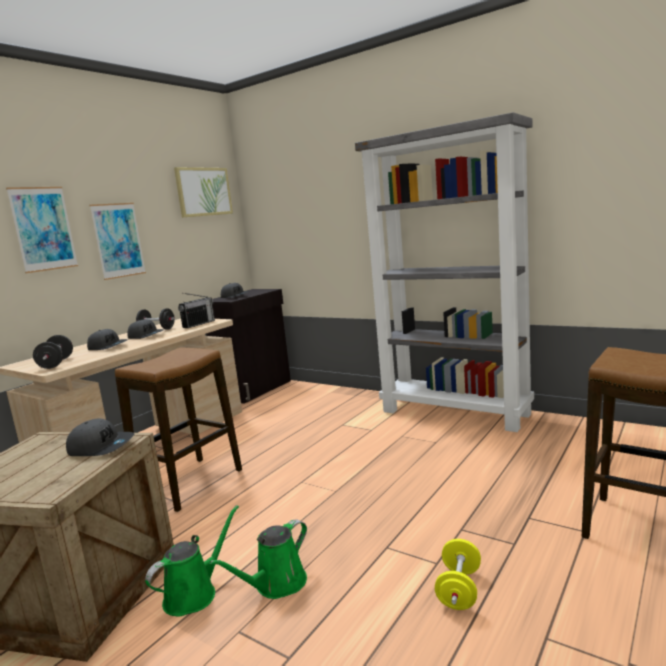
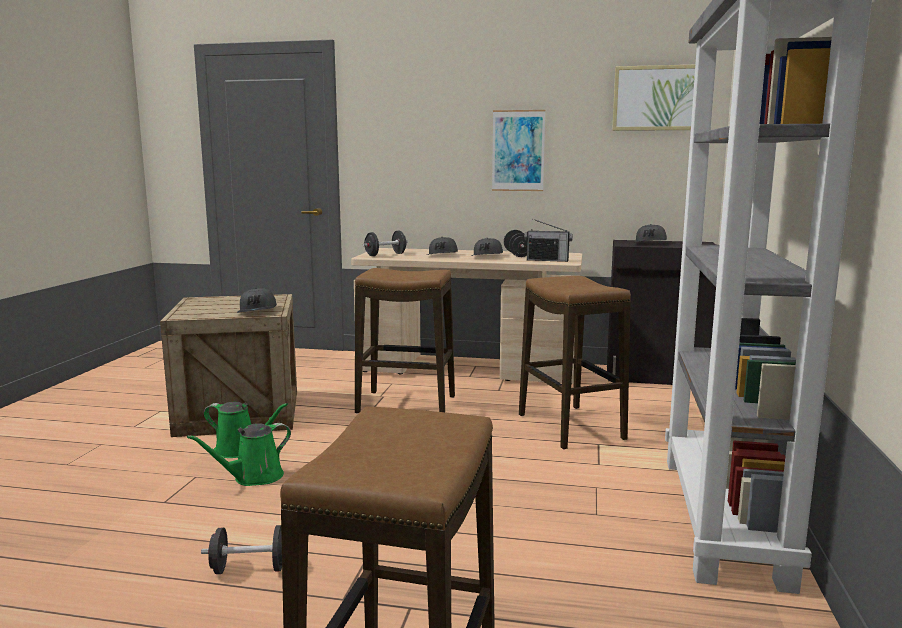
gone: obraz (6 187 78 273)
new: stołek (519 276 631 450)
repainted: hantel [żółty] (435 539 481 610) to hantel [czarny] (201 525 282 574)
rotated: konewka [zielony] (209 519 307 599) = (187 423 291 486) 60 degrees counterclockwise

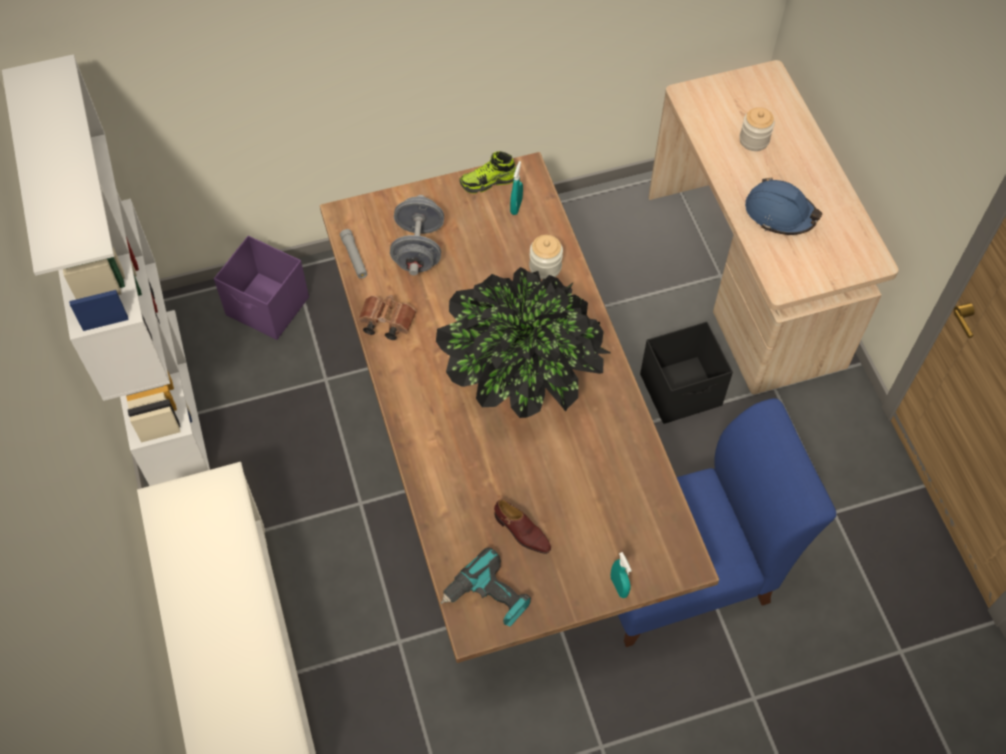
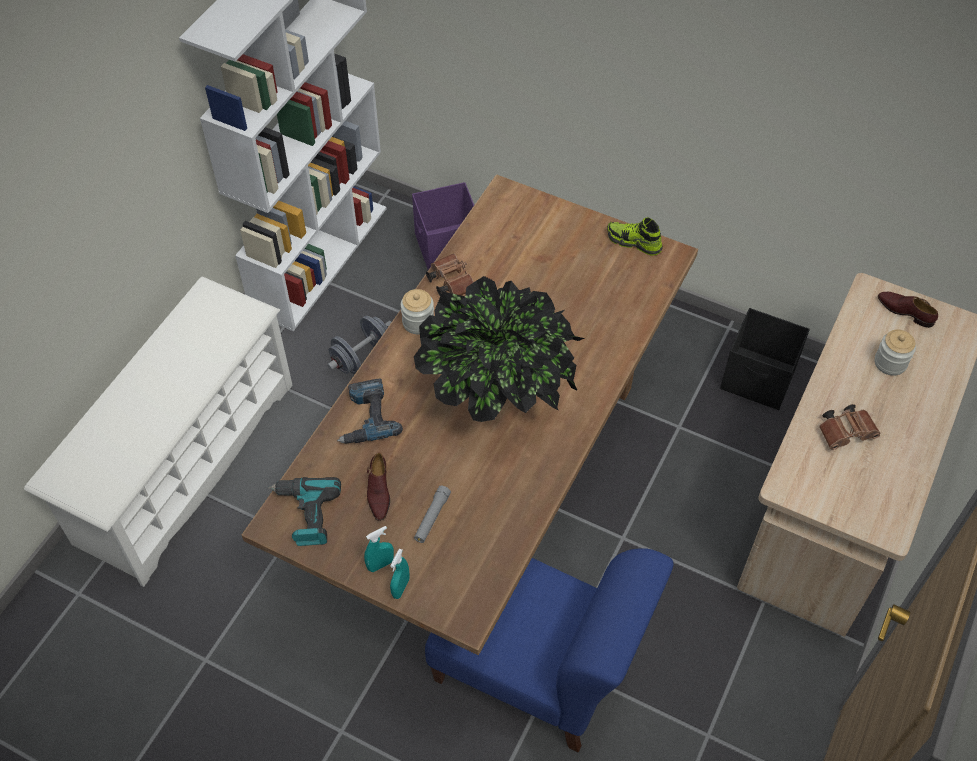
new: wiertarka (337 378 403 443); but [brązowy] (878 292 938 328)
shifted: latarka [szary] (340 229 367 279) to (414 486 451 543); hantel [szary] (390 195 444 275) to (327 316 391 375); spryskiwacz [turkusowy] (510 161 523 215) to (364 526 394 572); słoik (529 235 563 280) to (401 289 434 334); pojemnik do przechowywania [czarny] (640 322 733 424) to (720 308 810 410)
swapped: kask [niebieski] (745 177 823 235) to lornetka [brązowy] (819 404 880 450)

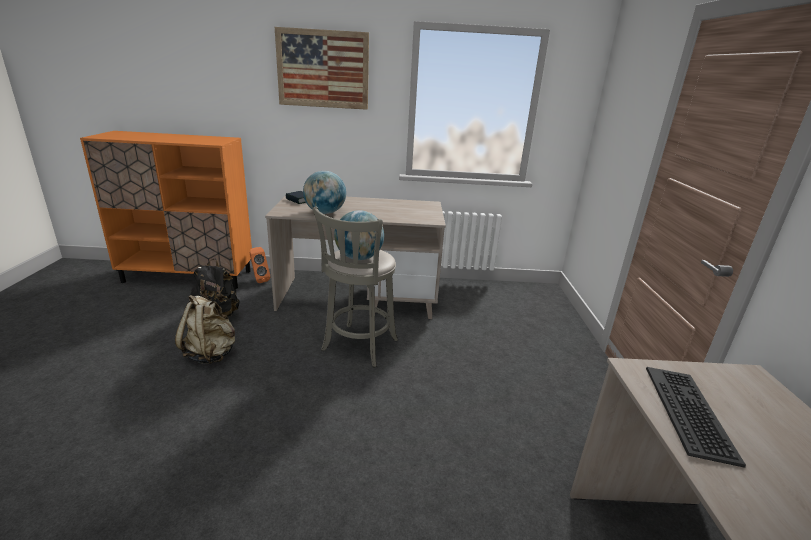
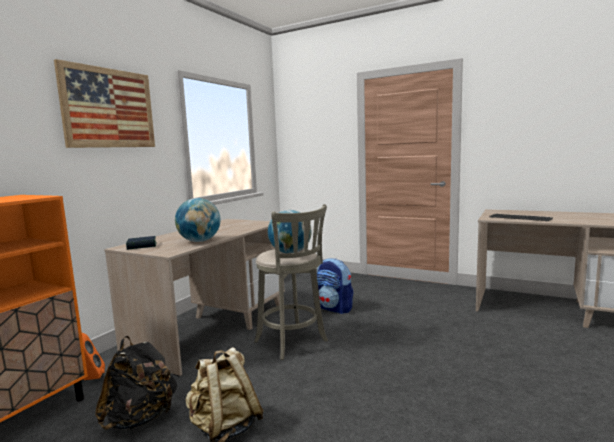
new: plecak (317 258 353 314)

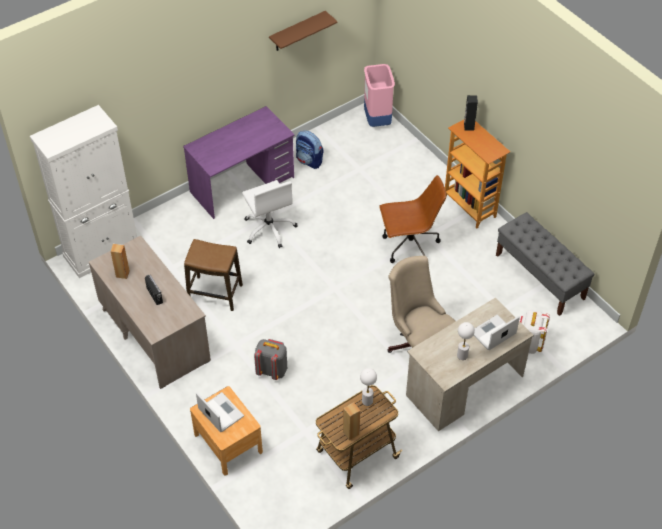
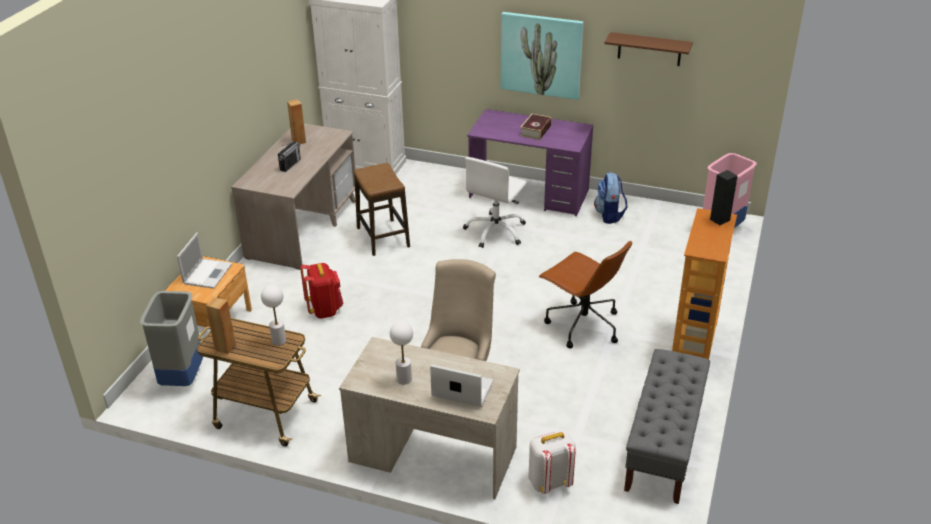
new: kosz na śmieci [szary] (140 291 203 386); obraz (501 12 583 100); książka (520 114 552 140)
repainted: plecak [szary] (254 339 287 380) to plecak [czerwony] (300 263 344 319)

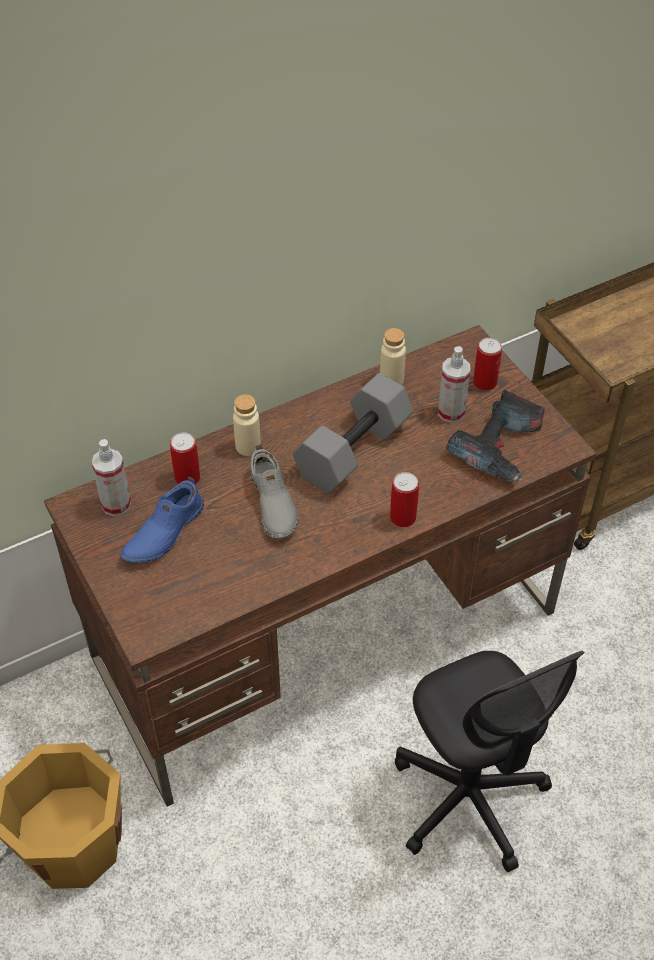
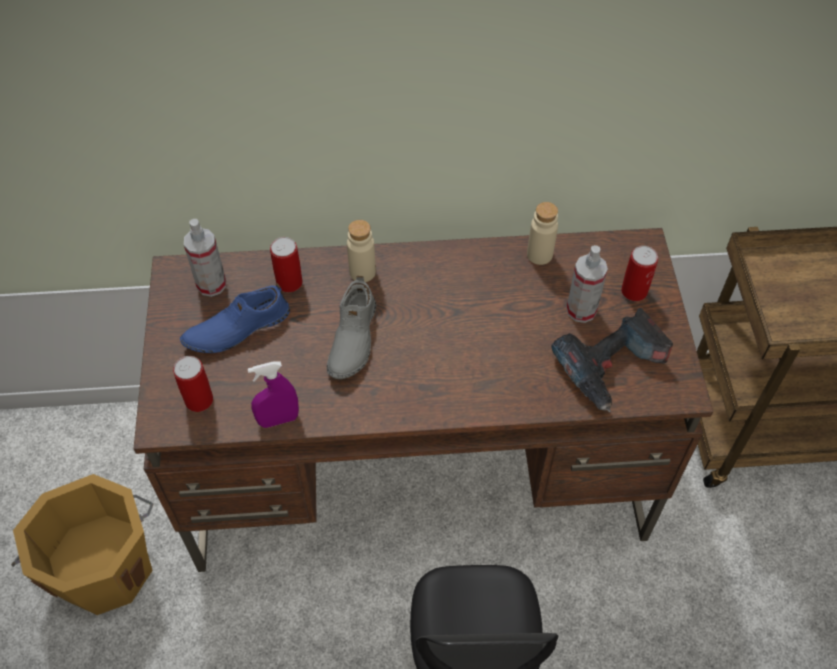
gone: hantel [szary] (293 373 414 494)
new: spryskiwacz [fioletowy] (248 361 299 428)
shifted: puszka (390 472 419 527) to (173 356 213 412)

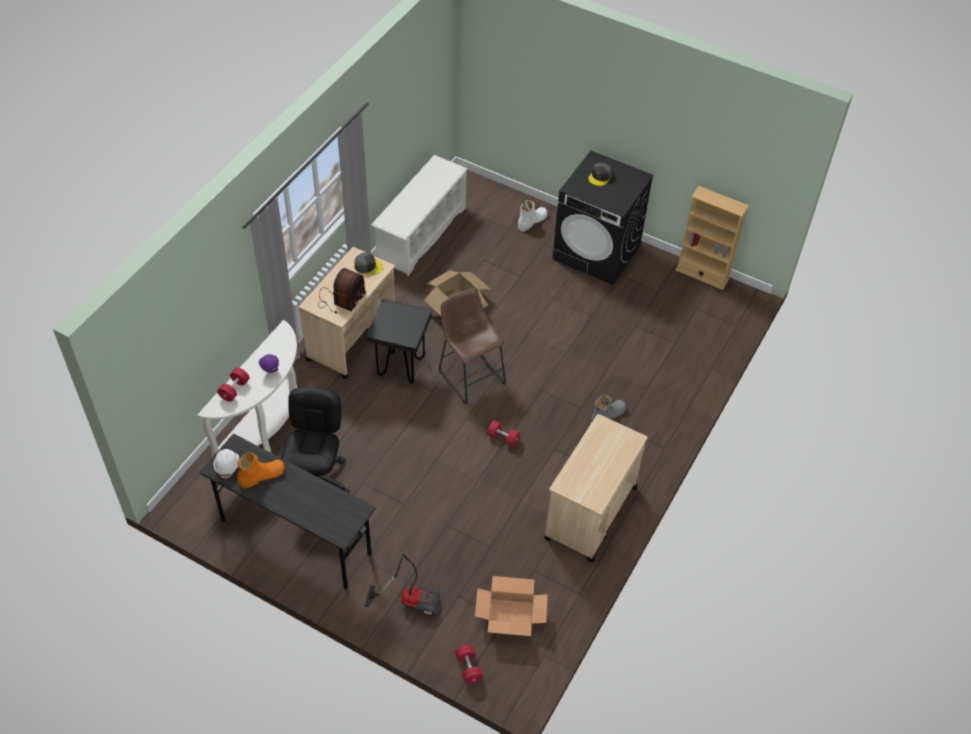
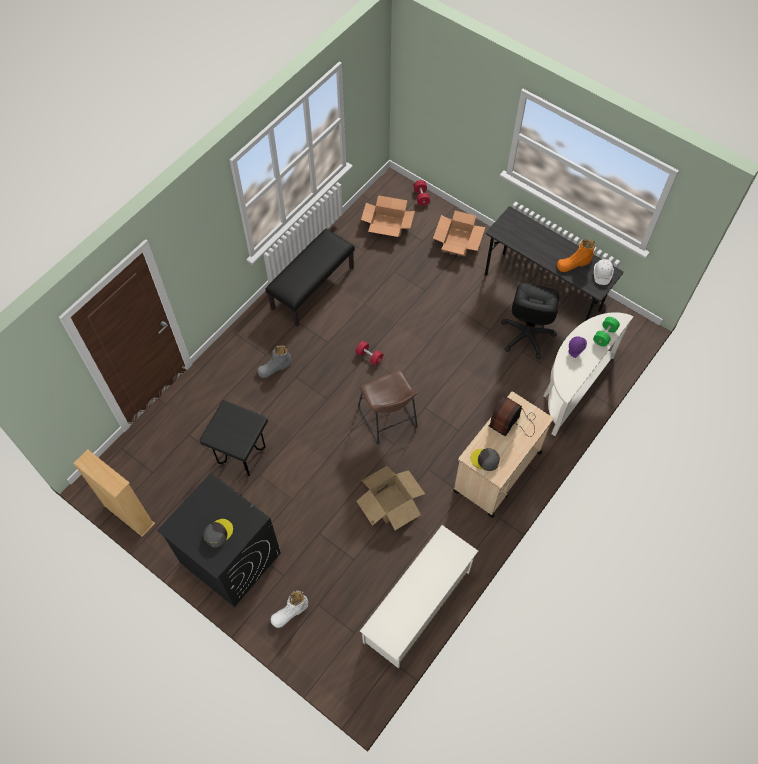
shifted: stołek [czarny] (366 299 432 383) to (200 400 268 476)
swapped: odkurzacz (364 554 439 616) to karton (433 211 485 256); wózek [beżowy] (544 414 647 562) to ławka [czarny] (266 229 355 326)
repainted: hantel [czerwony] (217 367 249 402) to hantel [zielony] (593 317 620 347)

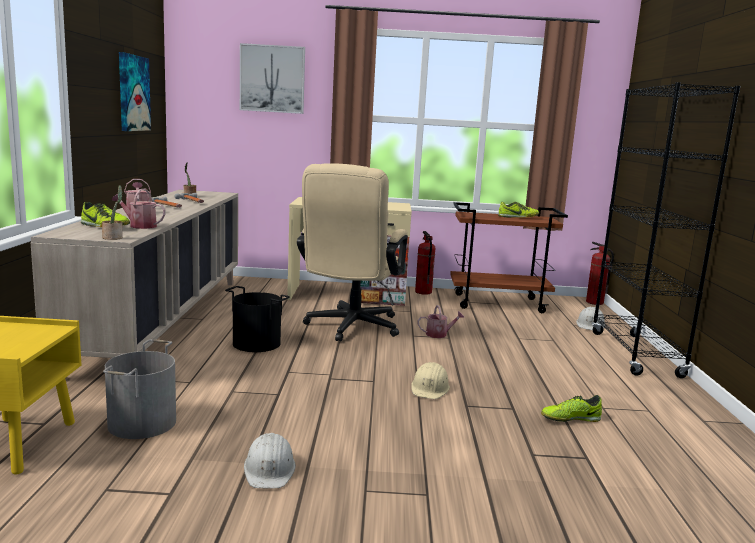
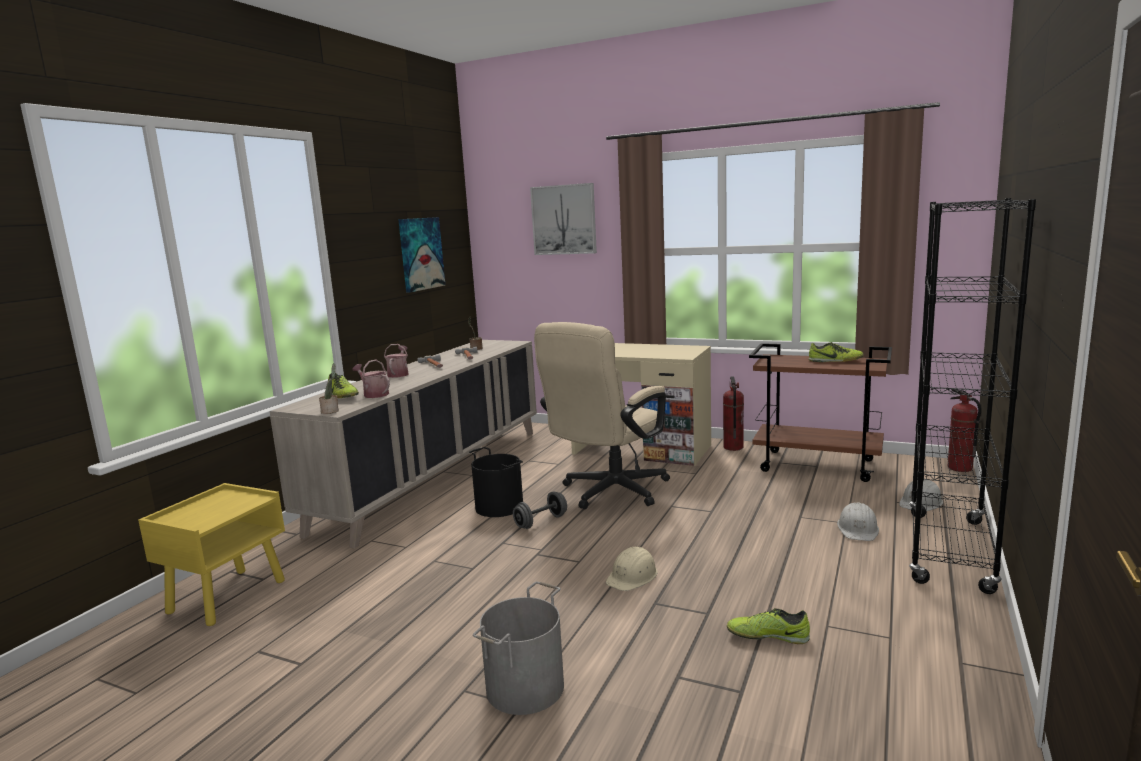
gone: konewka (418 305 465 338)
new: hantel [szary] (513 491 567 529)
shifted: wiadro [szary] (103 339 176 439) to (473 581 564 715); kask [biały] (244 433 296 489) to (837 502 879 541)

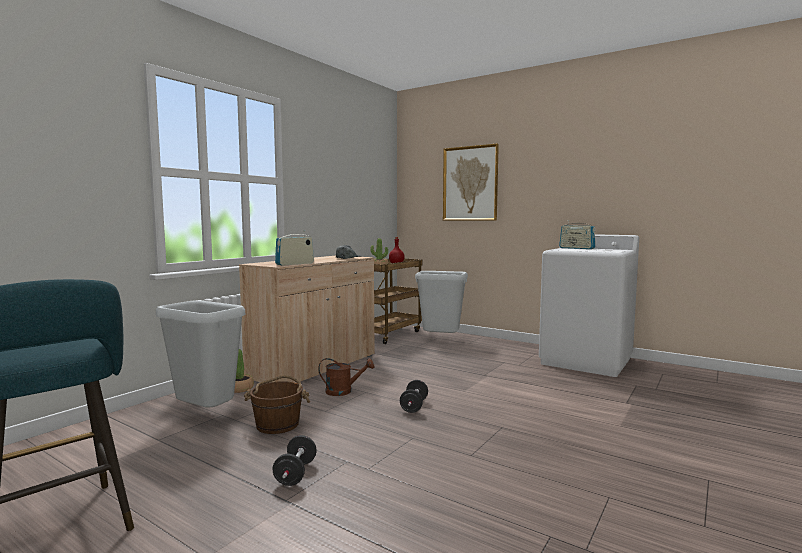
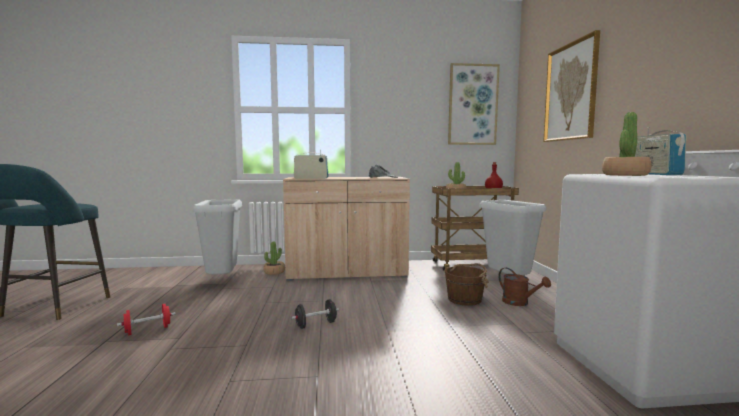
new: obraz (448 63 500 145); roślina doniczkowa (602 112 652 176)
shifted: wiadro [brązowy] (244 375 310 434) to (444 263 489 306); konewka [brązowy] (318 358 374 396) to (498 268 551 306)
repainted: hantel [czarny] (273 435 317 486) to hantel [czerwony] (117 304 176 336)

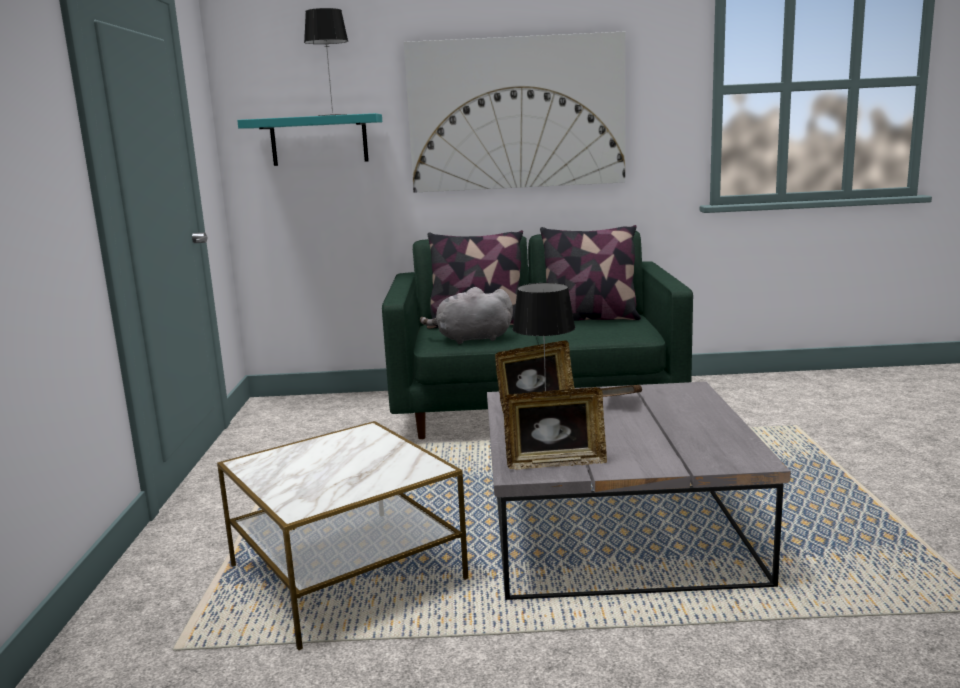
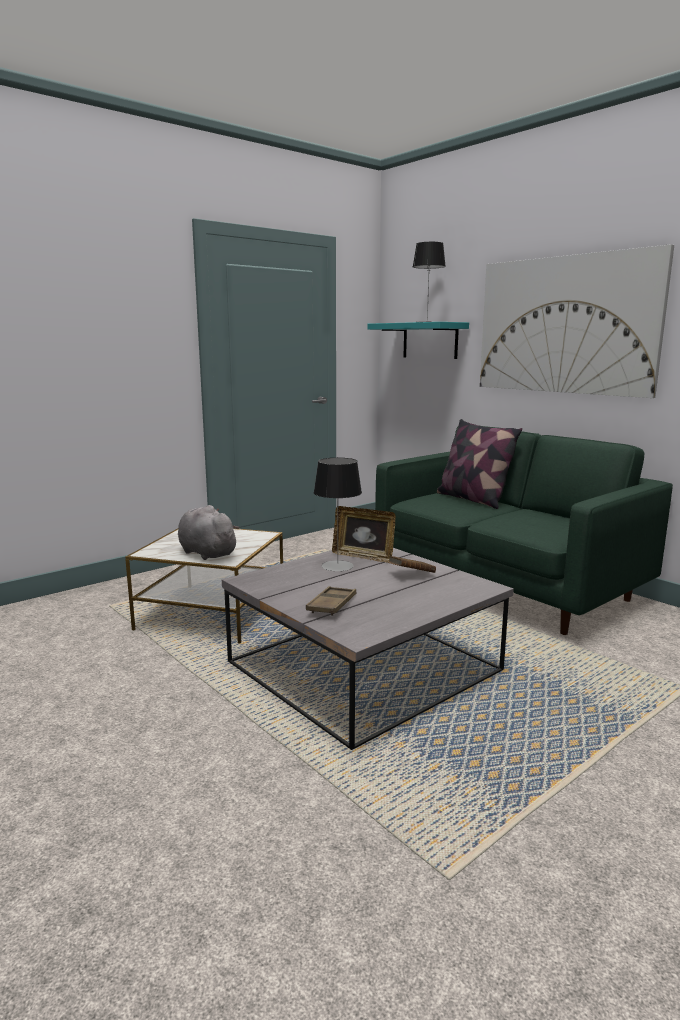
gone: ramka na zdjęcie (503 387 607 470); poduszka (540 225 641 321)
new: taca [brązowy] (306 586 356 616)
shifted: pluszak [szary] (420 287 513 344) to (178 505 240 560)

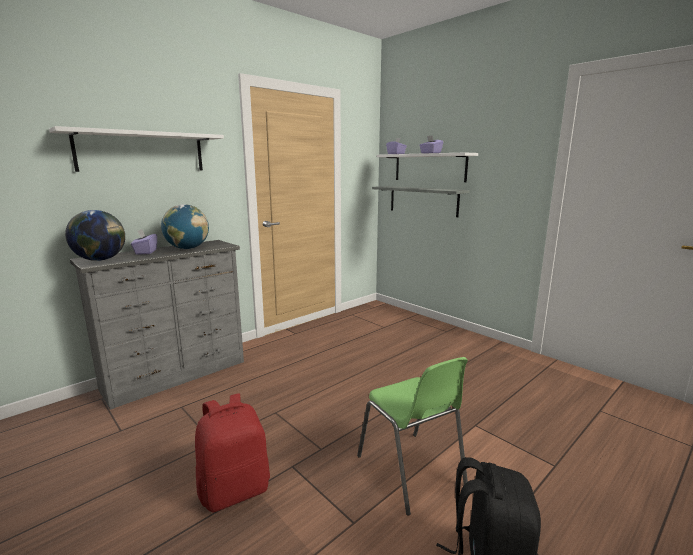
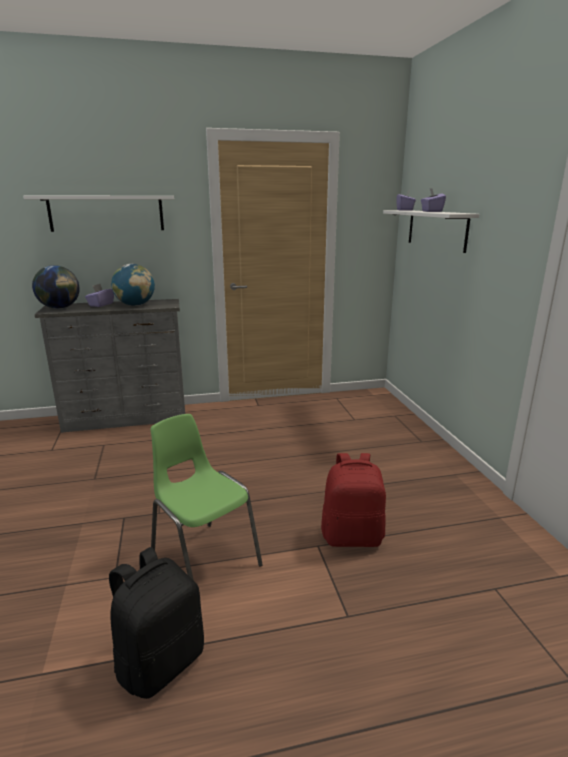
gone: półka [szary] (372 186 469 217)
shifted: plecak [czerwony] (195 393 270 512) to (321 453 386 547)
rotated: krzesło [zielony] (357 357 468 516) = (151 414 263 581) 135 degrees clockwise

